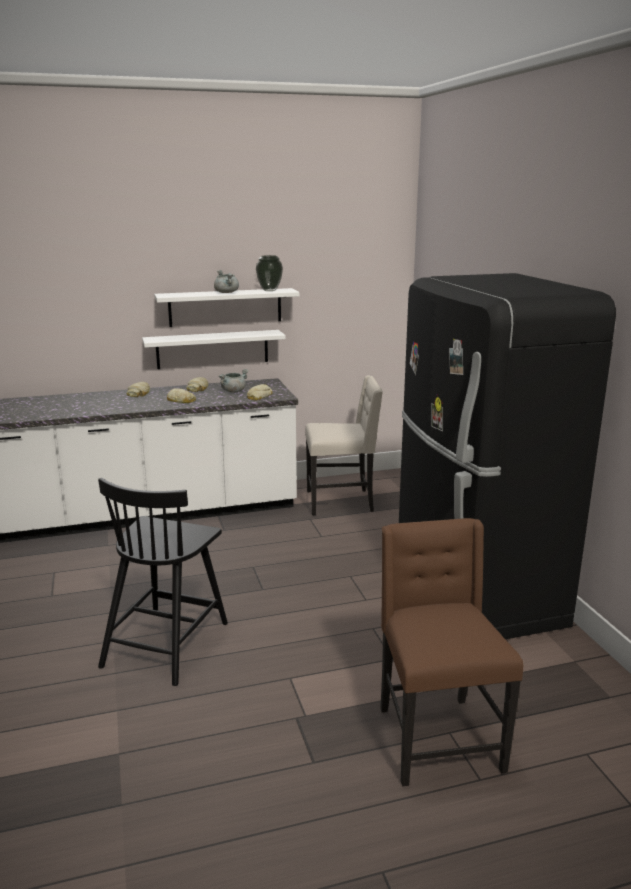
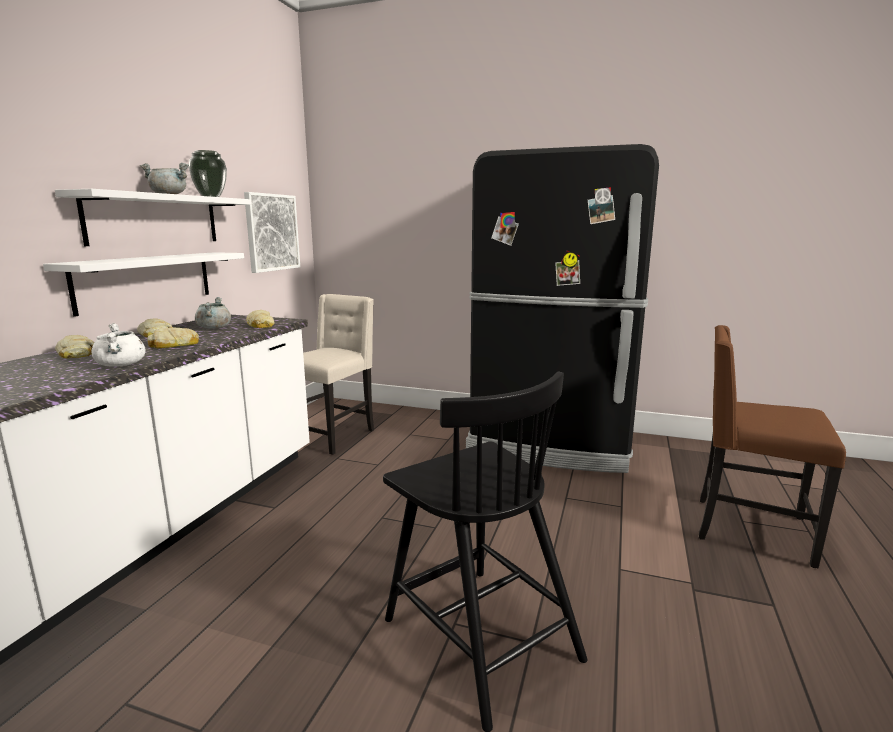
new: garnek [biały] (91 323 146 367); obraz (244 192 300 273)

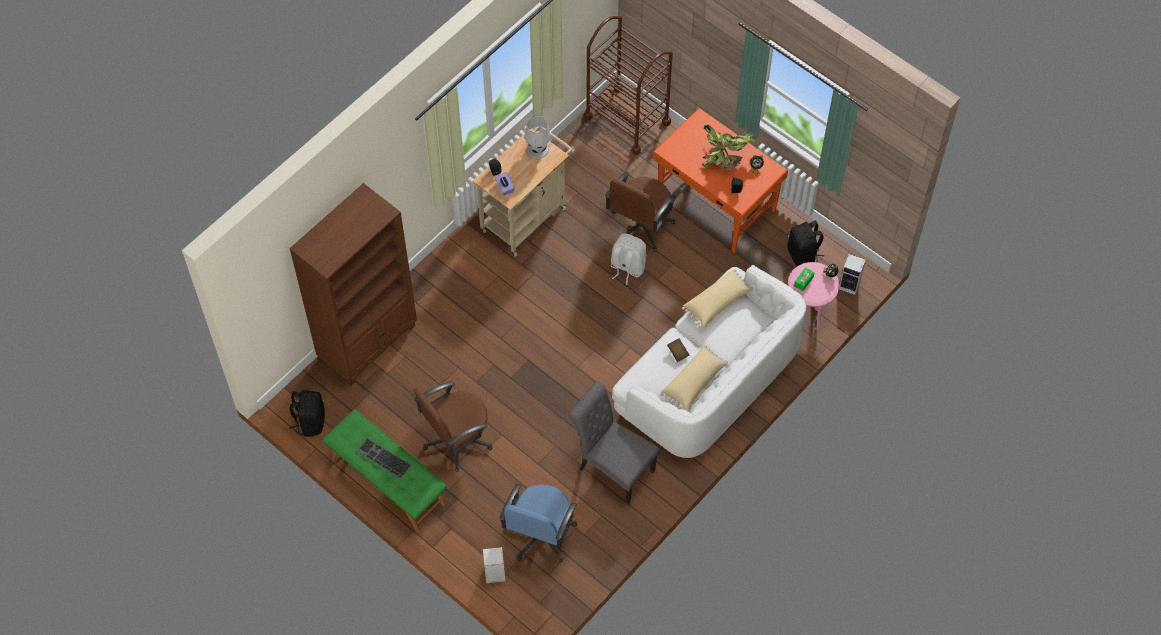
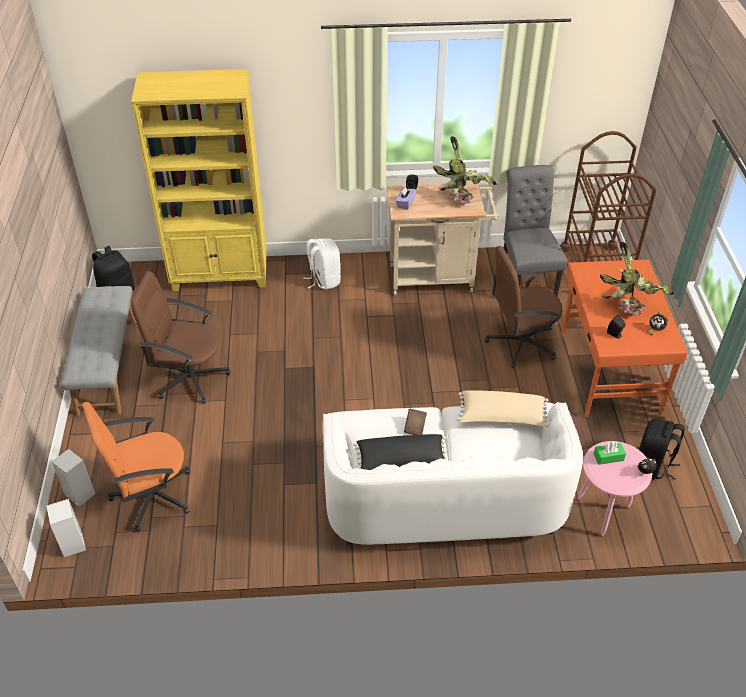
gone: klawiatura (356 438 411 479)
shifted: krzesło [szary] (569 382 660 504) to (504 165 567 296); plecak [biały] (611 233 646 285) to (303 238 341 290); głośnik (839 254 866 295) to (46 499 86 557)
swapped: lampa stołowa [biały] (525 116 551 159) to roślina doniczkowa (433 136 498 204)
repainted: regał [brązowy] (289 183 417 386) to regał [żółty] (131 69 267 291); ławka [zielony] (323 409 447 532) to ławka [szary] (61 286 137 416); krzesło biurowe [niebieski] (499 484 577 563) to krzesło biurowe [pomarańczowy] (82 402 190 532); poduszka [beżowy] (661 345 728 411) to poduszka [czarny] (353 434 448 470)

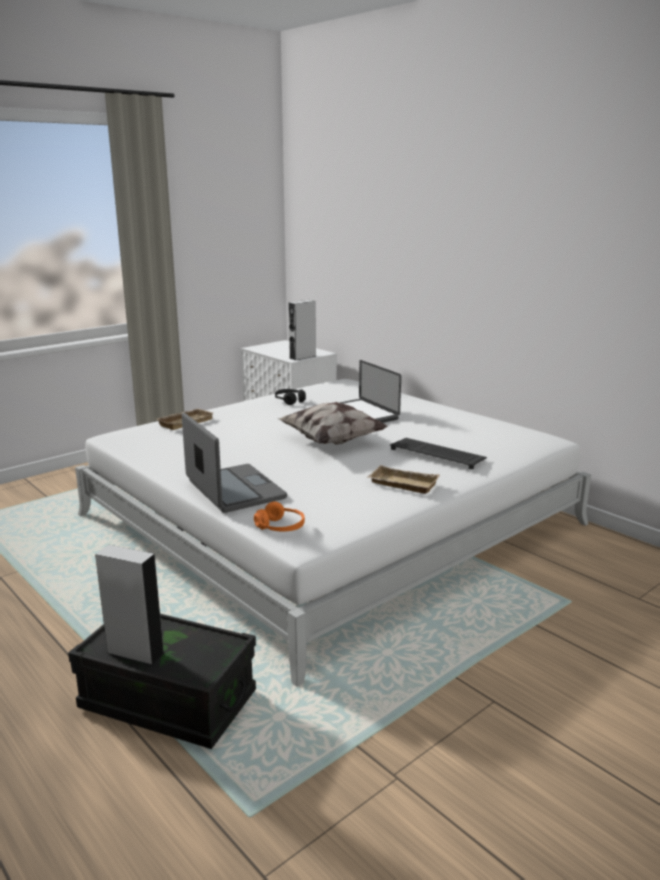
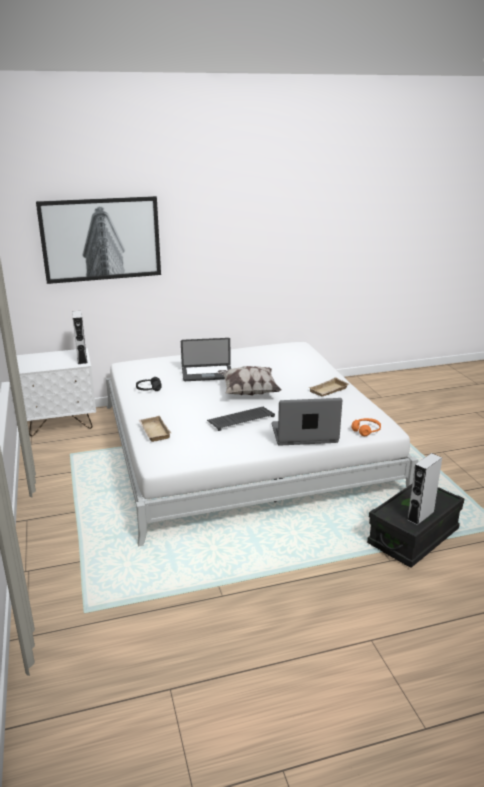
new: obraz (36 196 161 284)
shifted: klawiatura (390 438 487 470) to (207 407 275 431)

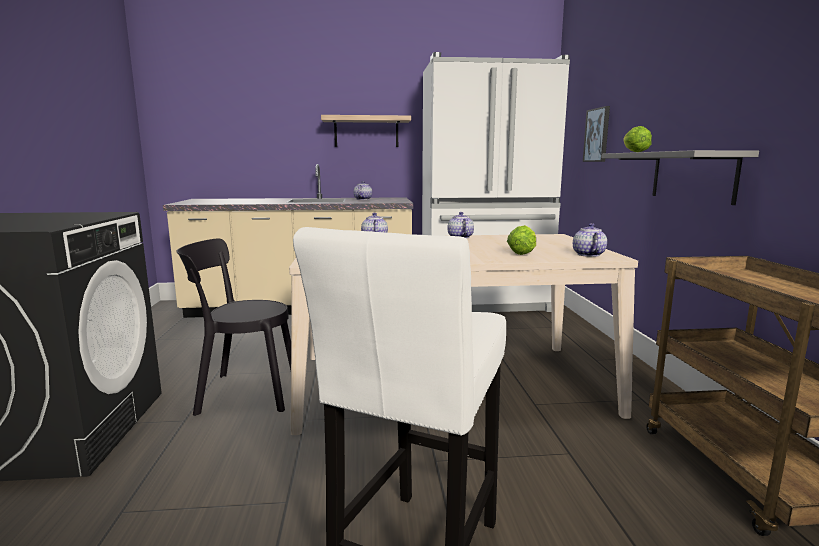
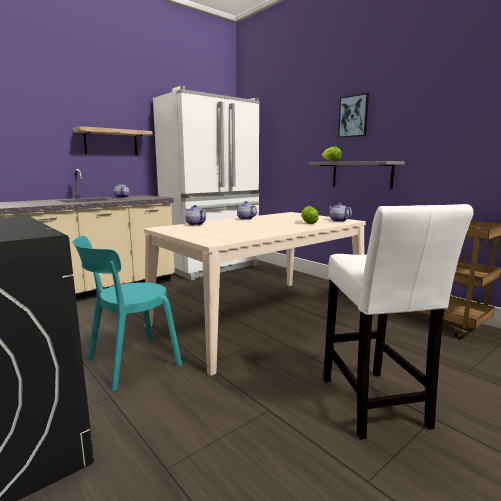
shifted: obraz (583 106 610 162) to (338 93 369 138)
repainted: krzesło [czarny] (176 238 291 416) to krzesło [turkusowy] (73 236 182 391)

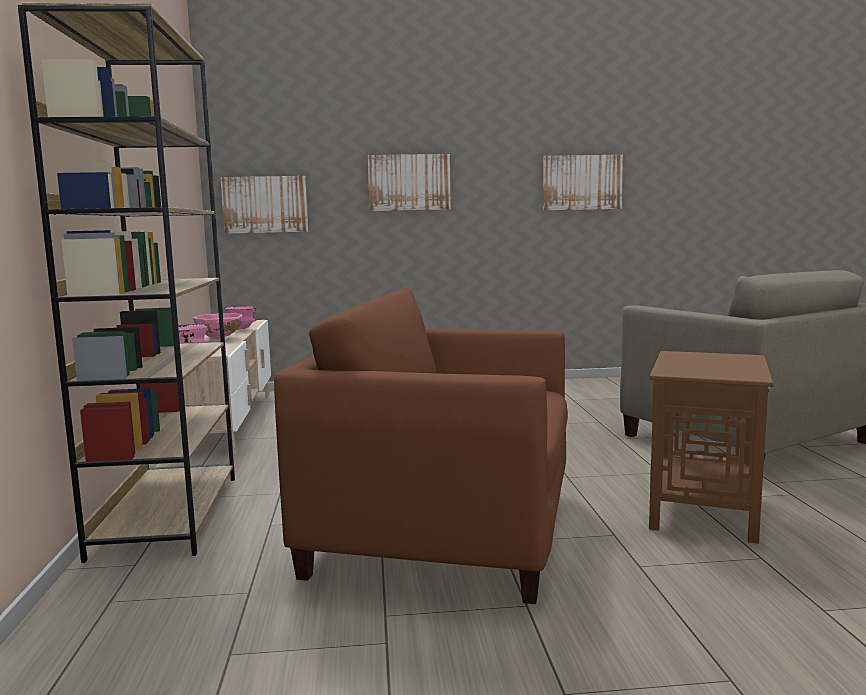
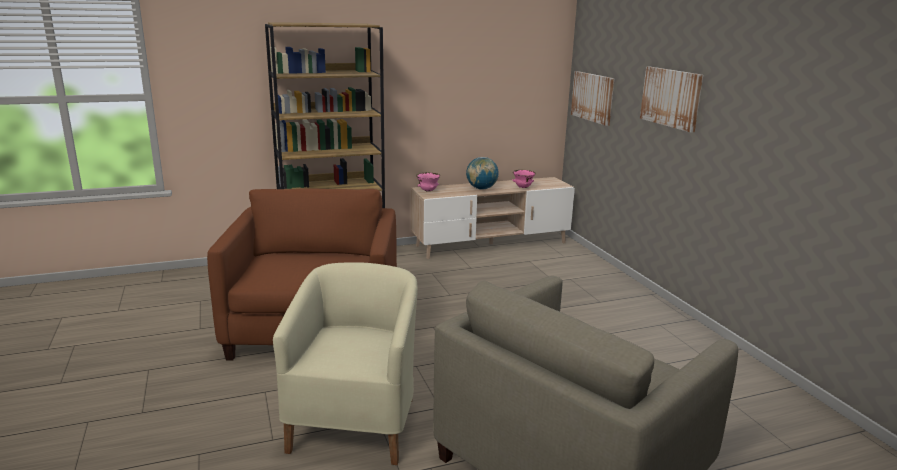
gone: obraz (543 155 623 211)
swapped: miska [różowy] (193 313 243 339) to globus (466 157 499 190); stolik [brązowy] (649 351 773 544) to fotel [beżowy] (273 262 418 465)

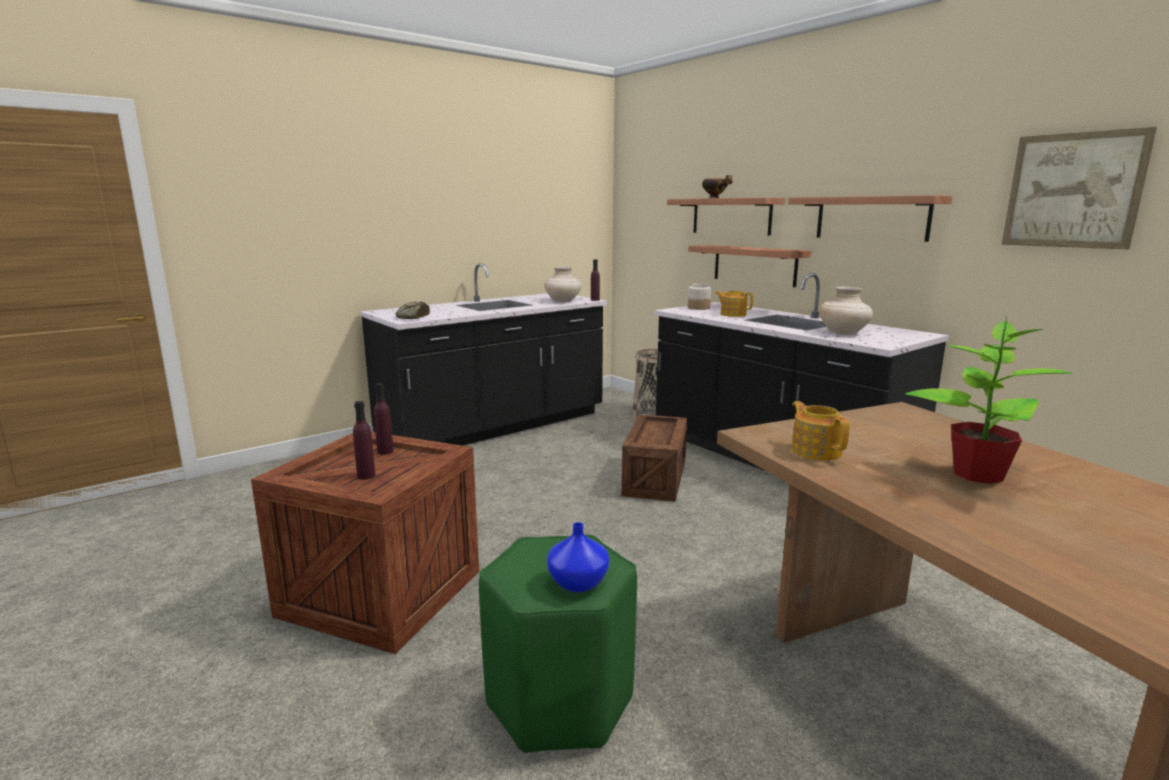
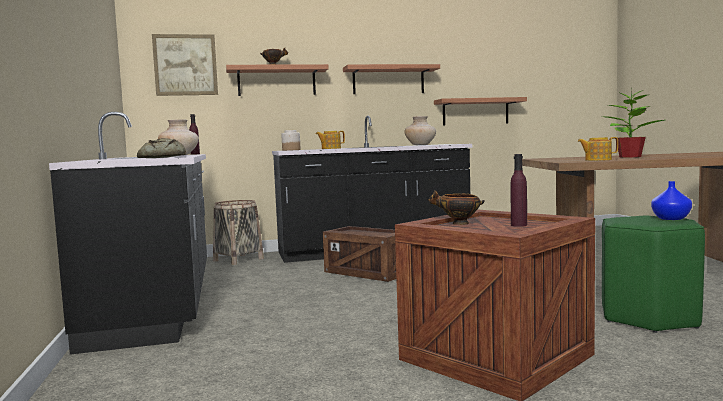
shifted: półka (688 245 811 287) to (434 97 527 126); obraz (1001 127 1157 249) to (152 34 218 96)
swapped: butelka [fioletowy] (374 383 394 455) to miska (429 190 485 225)

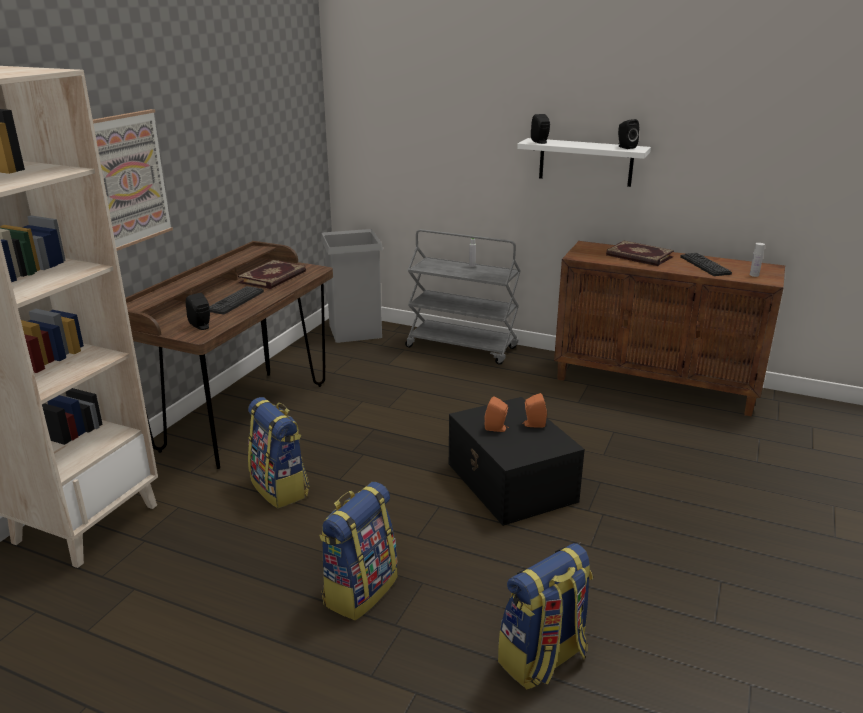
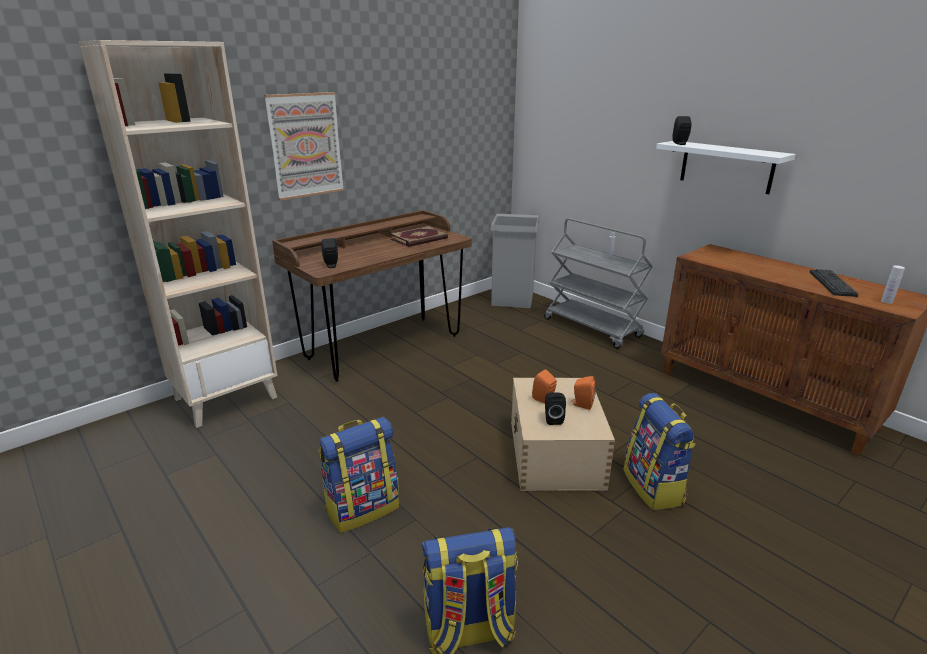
gone: klawiatura (209 286 264 315); książka (606 241 674 266)
shifted: plecak (248 397 309 508) to (624 393 696 510); głośnik [czarny] (618 119 639 149) to (545 392 566 425)
repainted: pojemnik do przechowywania [czarny] (448 397 585 526) to pojemnik do przechowywania [beżowy] (511 378 615 491)

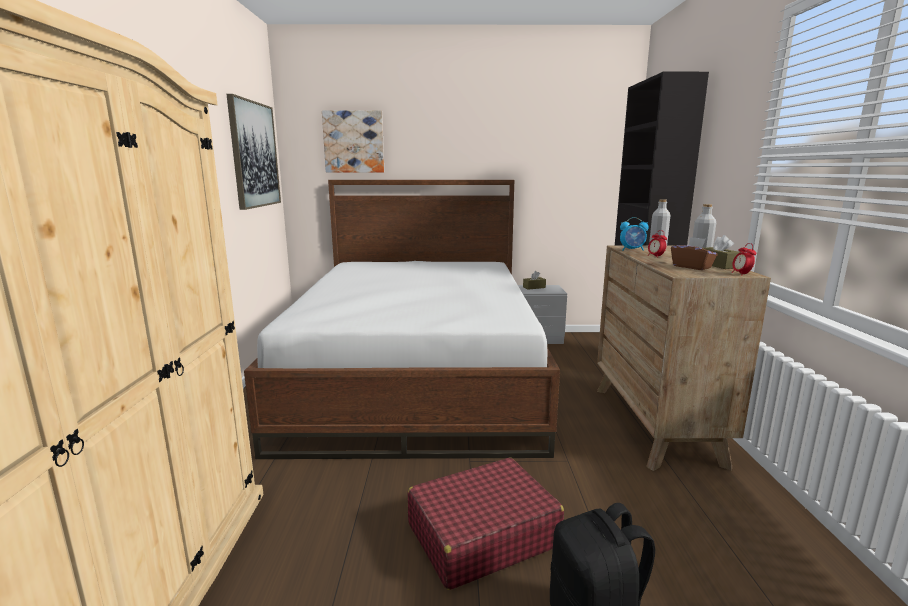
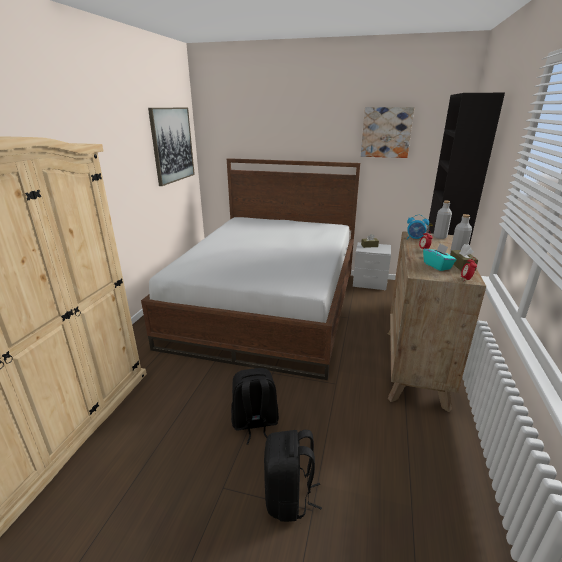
shifted: obraz (322 110 384 173) to (361 107 414 158)
swapped: walizka [czerwony] (408 457 564 590) to plecak [czarny] (231 368 279 445)
repainted: pudełko chusteczek [brązowy] (671 237 718 270) to pudełko chusteczek [turkusowy] (423 244 457 271)

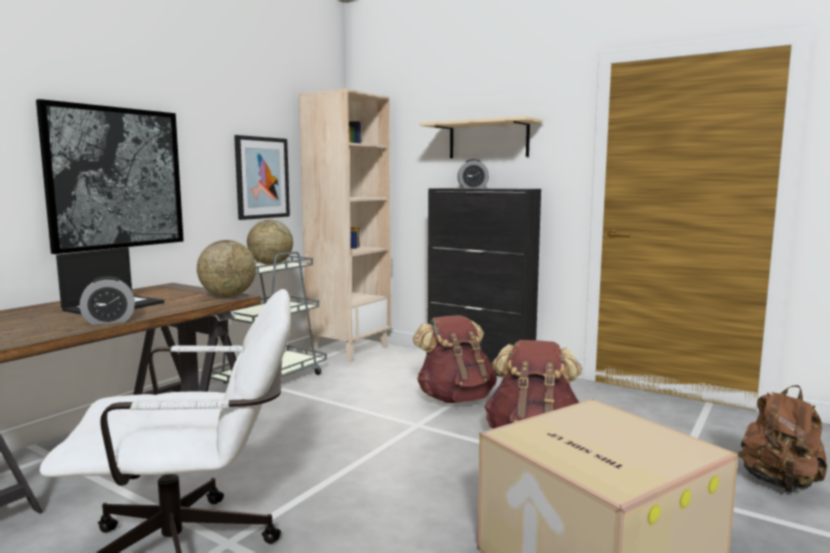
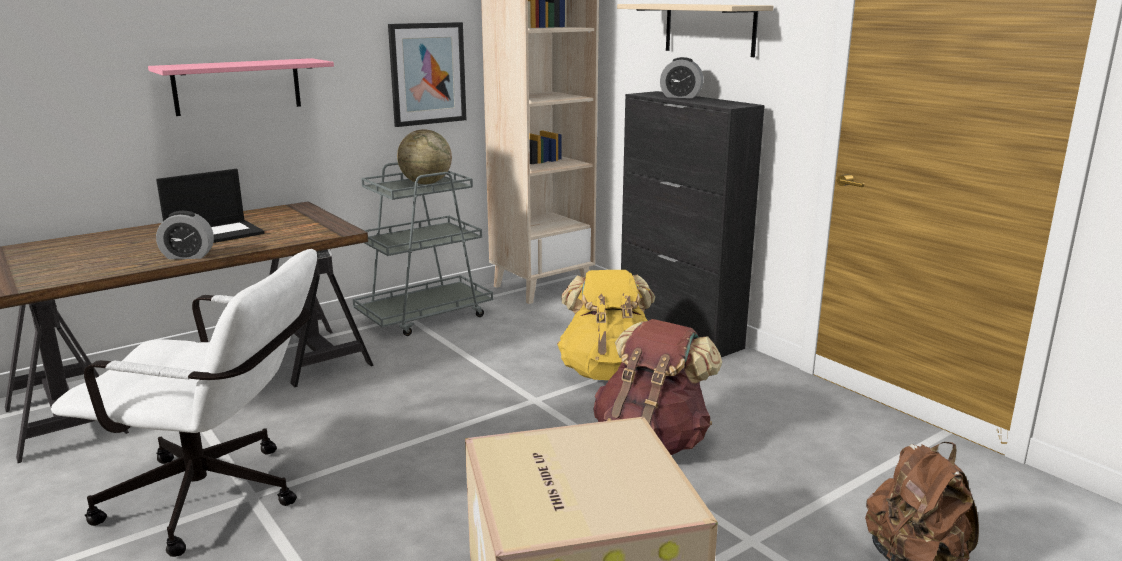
gone: globus (197 240 256 297)
swapped: obraz (36 99 184 254) to półka [różowy] (148 58 334 116)
repainted: plecak [brązowy] (413 315 497 403) to plecak [żółty] (557 270 655 380)

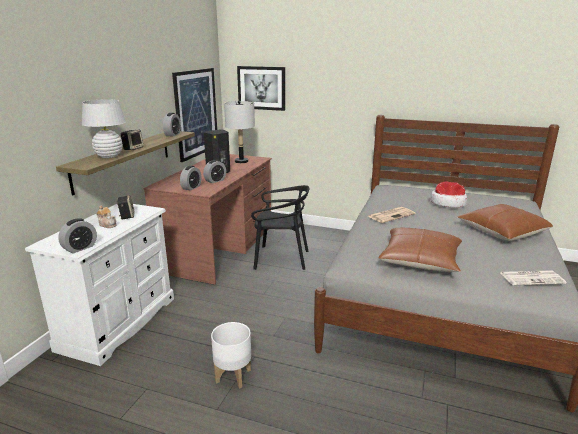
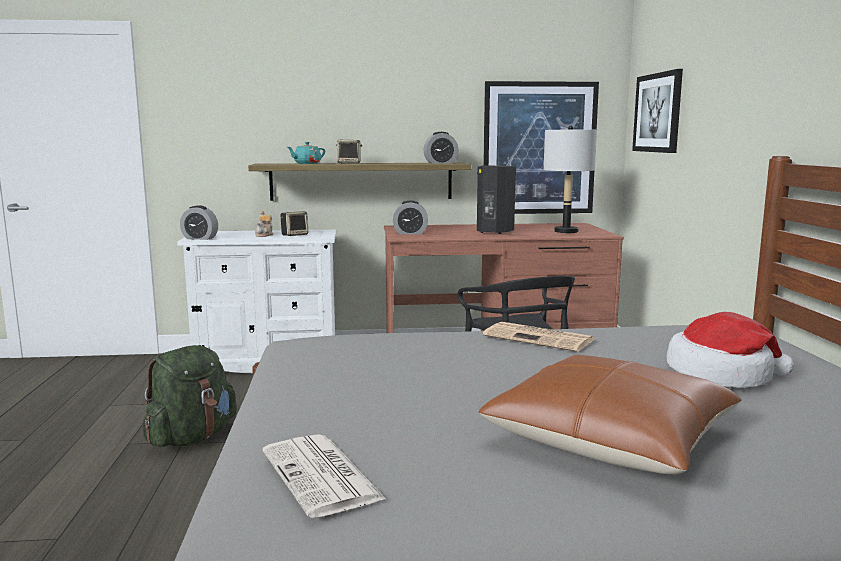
gone: budzik (203 160 226 183); poduszka [brązowy] (378 228 462 272)
swapped: lampa stołowa [biały] (81 99 126 158) to imbryk [turkusowy] (287 142 325 164); donica [biały] (211 322 251 389) to plecak [zielony] (143 345 237 447)

